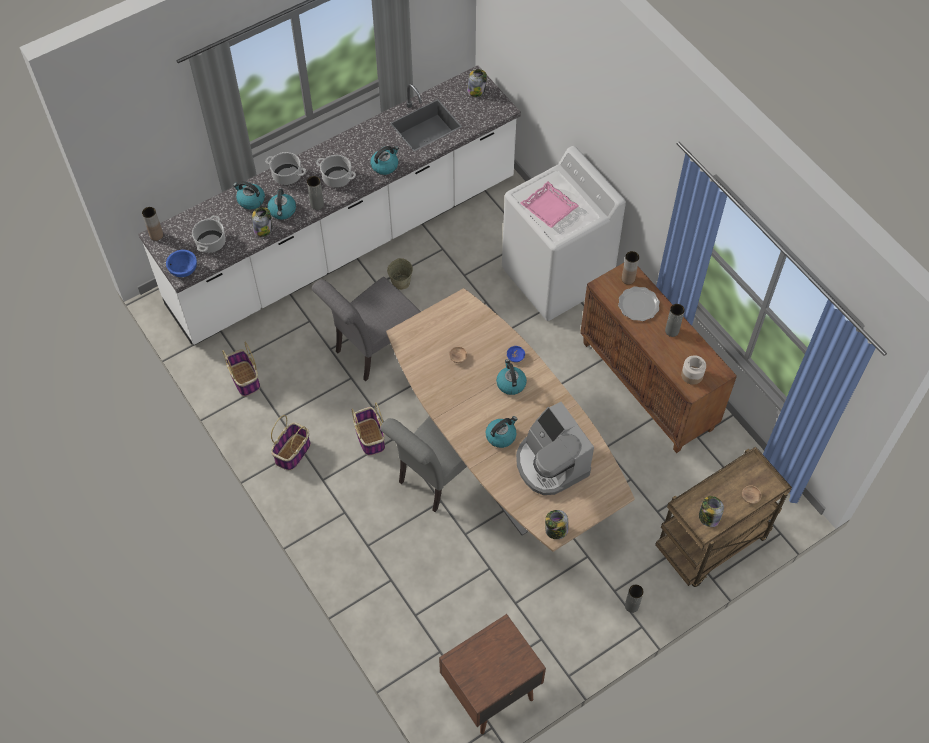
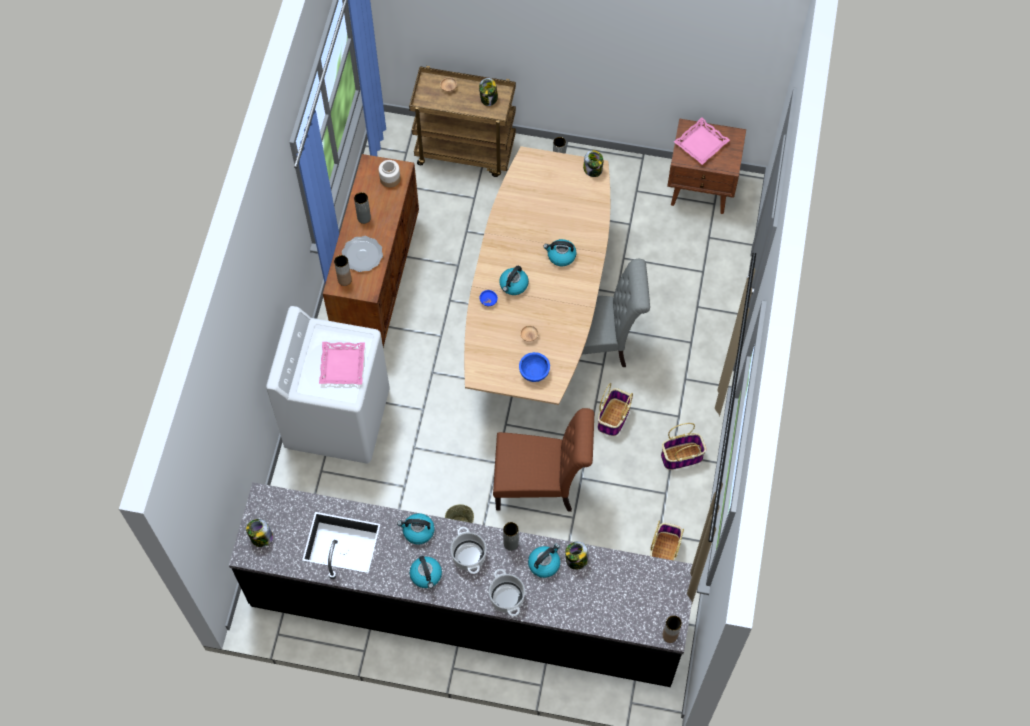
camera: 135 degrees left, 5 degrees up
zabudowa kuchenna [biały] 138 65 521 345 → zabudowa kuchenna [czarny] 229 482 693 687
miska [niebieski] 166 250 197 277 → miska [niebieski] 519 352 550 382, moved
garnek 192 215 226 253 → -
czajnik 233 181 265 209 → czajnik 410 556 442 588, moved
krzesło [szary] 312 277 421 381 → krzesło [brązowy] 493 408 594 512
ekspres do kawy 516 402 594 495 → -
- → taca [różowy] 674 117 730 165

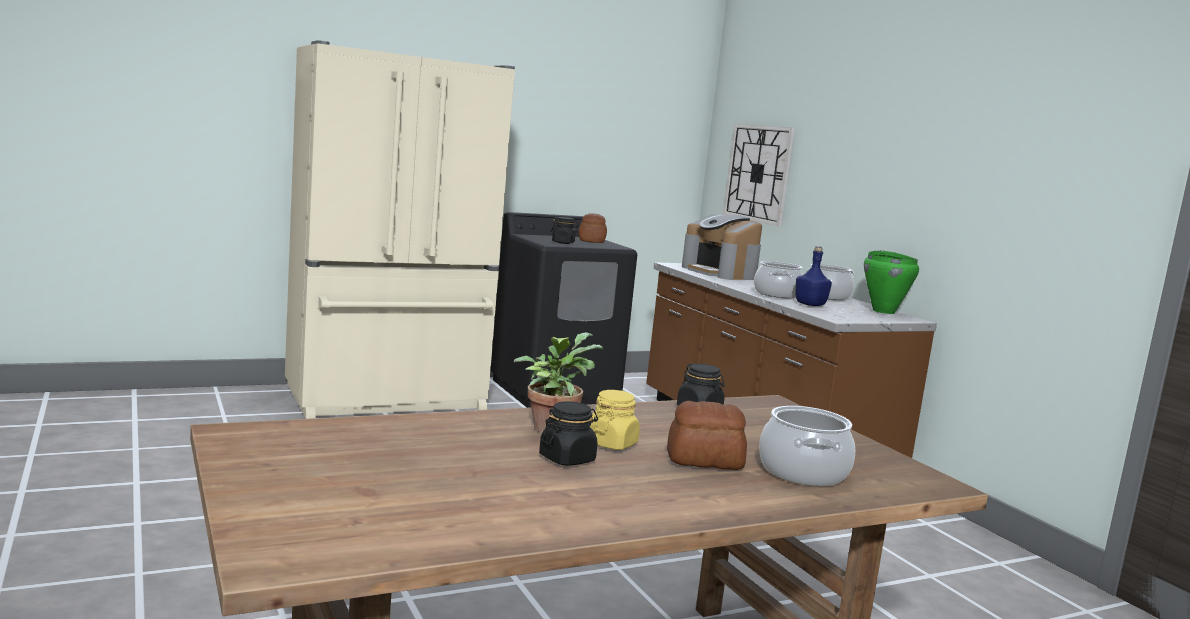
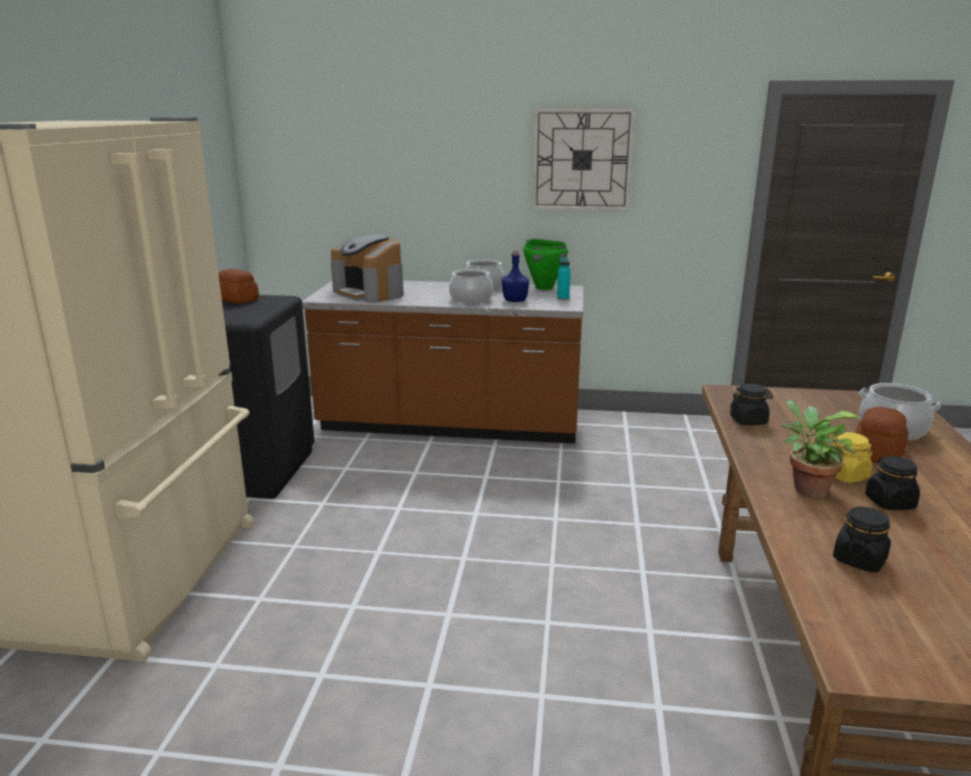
camera: 55 degrees left, 10 degrees up
słoik [czarny] 550 217 579 244 → słoik [czarny] 833 507 891 572, moved
ekspres do kawy 682 214 762 280 → ekspres do kawy 331 235 404 303, 45 degrees clockwise
zegar ścienny 723 124 795 226 → zegar ścienny 533 108 635 211, moved
- → butelka [turkusowy] 557 258 571 300

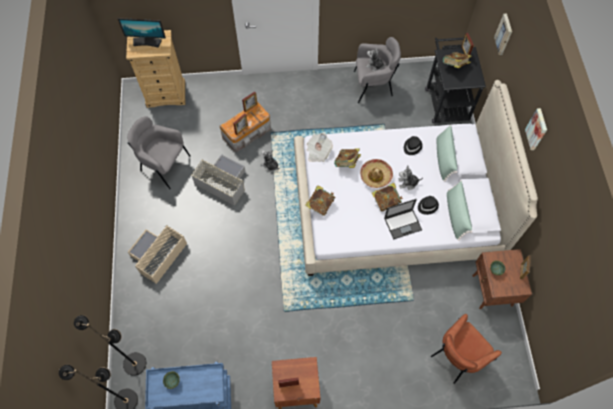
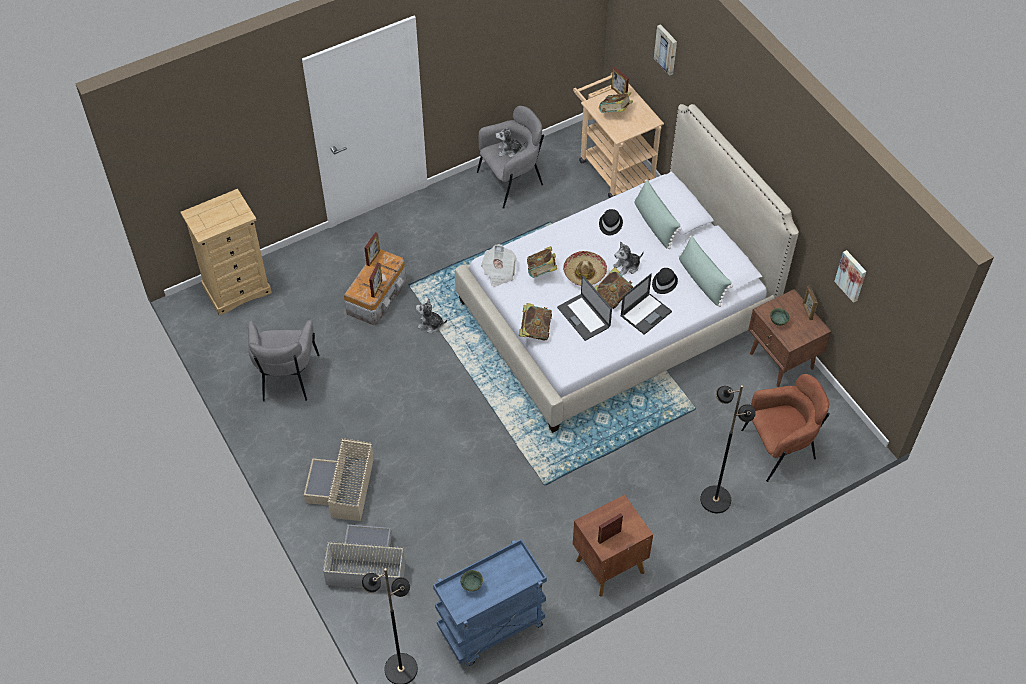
camera: 25 degrees left, 10 degrees down
lampa stojąca [czarny] 74 315 146 376 → lampa stojąca [czarny] 700 385 756 513, moved
monitor 118 18 166 48 → -
fotel [szary] 127 116 190 189 → fotel [szary] 248 320 320 401, 90 degrees counterclockwise
pojemnik do przechowywania [szary] 191 154 245 205 → pojemnik do przechowywania [szary] 323 524 405 590, moved
wózek [czarny] 425 37 486 123 → wózek [beżowy] 573 73 664 198
fotel [brązowy] 431 314 502 384 → fotel [brązowy] 741 374 830 482, 135 degrees counterclockwise
obraz 525 108 547 150 → obraz 834 250 866 303, moved
- → laptop 557 276 612 341

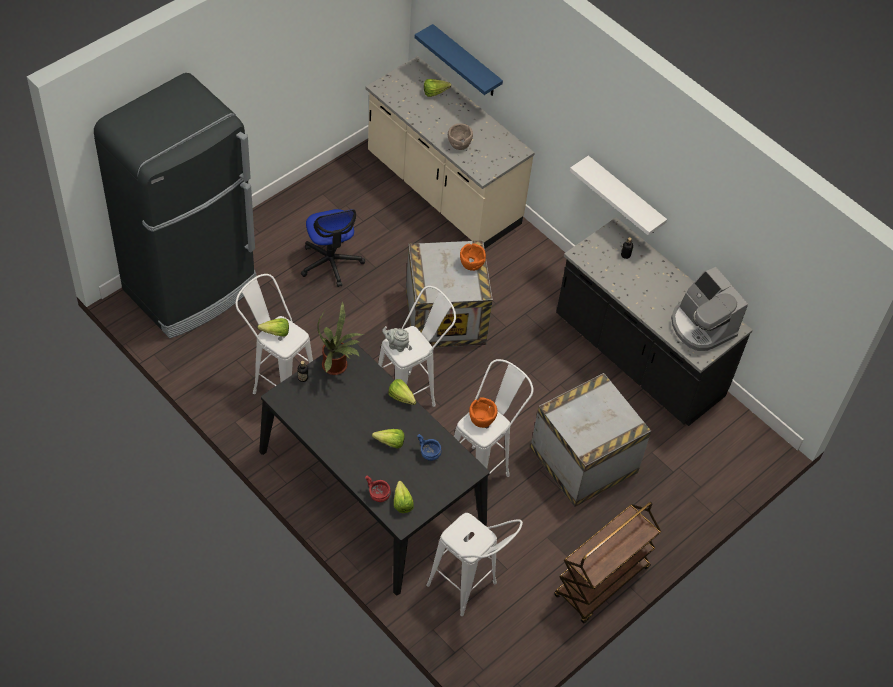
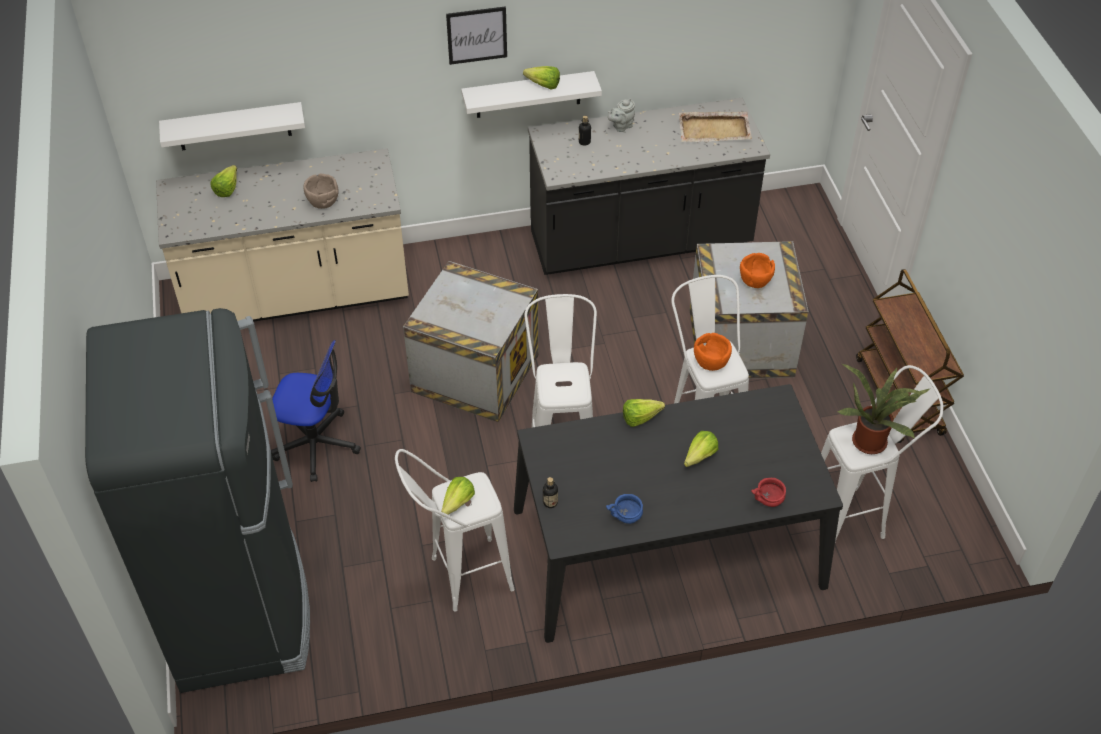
camera: 55 degrees left, 5 degrees down
roślina doniczkowa 317 302 364 375 → roślina doniczkowa 838 364 930 454, moved
imbryk [szary] 382 326 409 352 → imbryk [szary] 608 99 635 132, moved
sałata 394 481 414 513 → sałata 523 66 560 89, moved
półka [niebieski] 415 24 503 96 → półka [biały] 159 102 305 150
miska [niebieski] 417 434 441 461 → miska [niebieski] 606 494 643 524, moved
miska [pomarańczowy] 460 243 486 271 → miska [pomarańczowy] 740 253 775 288, moved
ekspres do kawy 671 267 748 351 → taca [beżowy] 679 112 752 142
- → obraz 446 6 507 65

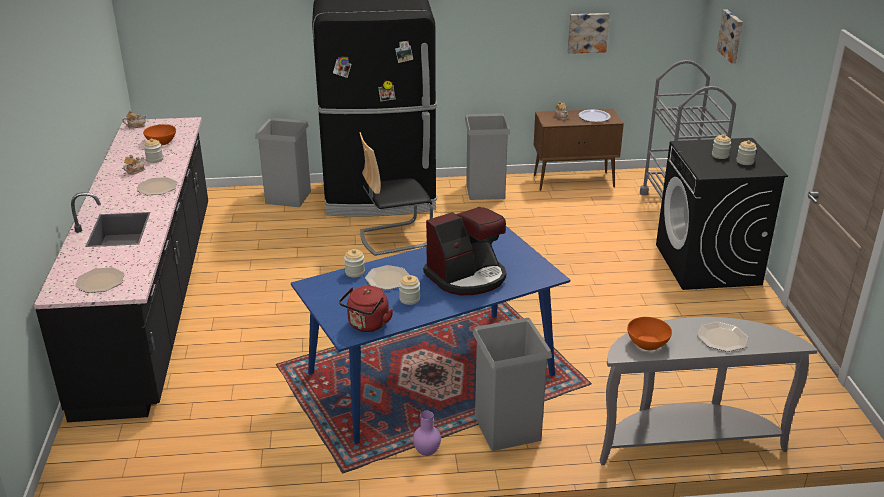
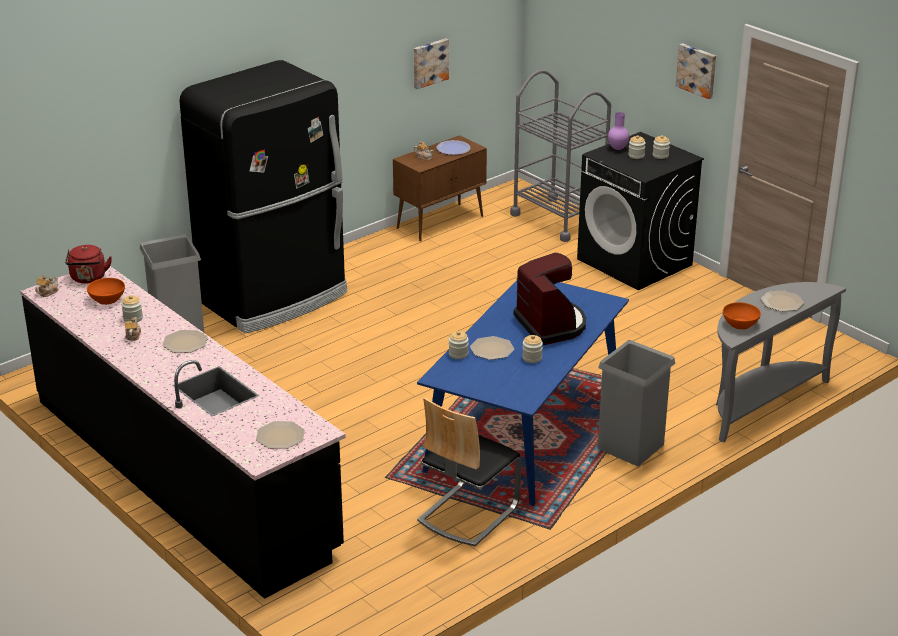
camera: 35 degrees left, 0 degrees up
czajnik [czerwony] 339 286 393 332 → czajnik [czerwony] 65 245 112 283, moved
krzesło 359 132 433 256 → krzesło 417 397 521 546, moved
wazon [fioletowy] 413 411 441 456 → wazon [fioletowy] 608 112 629 150, moved
ekspres do kawy 423 207 506 295 → ekspres do kawy 513 253 586 345, 45 degrees counterclockwise
kosz na śmieci [szary] 465 113 510 200 → -
obraz 717 10 743 63 → obraz 676 43 716 99, moved

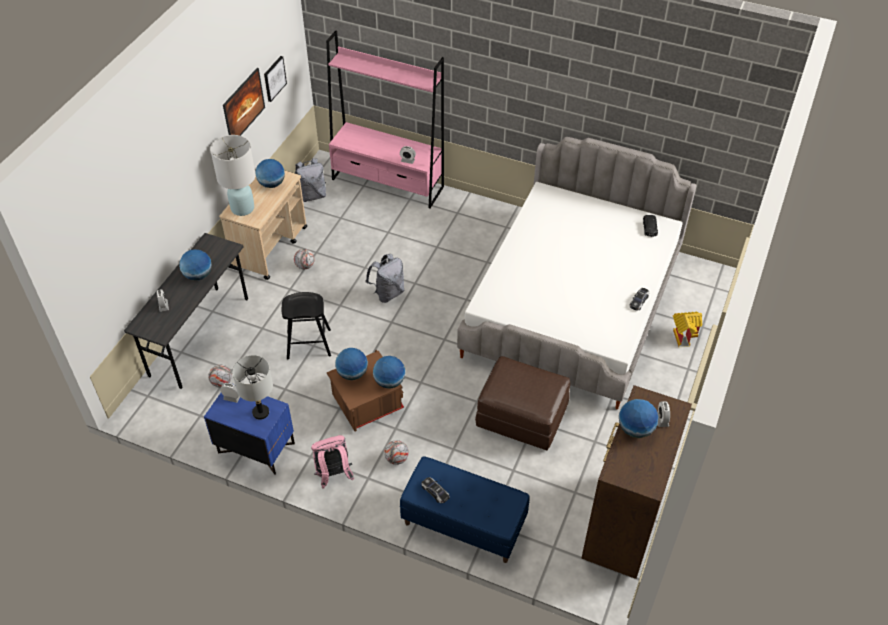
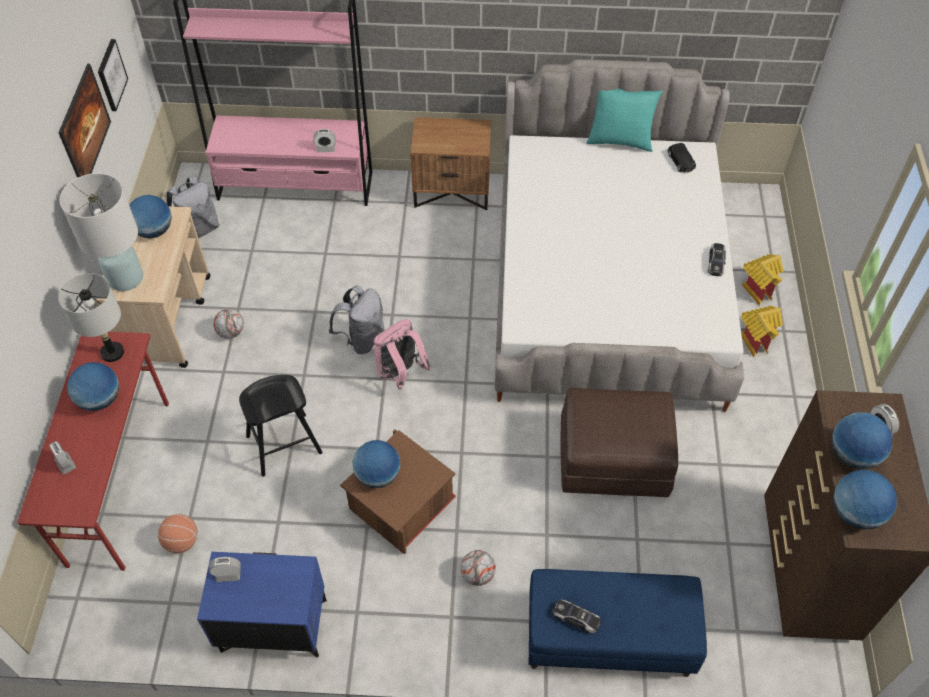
camera: 20 degrees left, 5 degrees up
biurko [szary] 124 233 248 389 → biurko [czerwony] 17 332 169 571
piłka futbolowa 208 365 232 387 → piłka do koszykówki 158 514 197 553
lampa stołowa [szary] 232 355 273 420 → lampa stołowa [szary] 58 273 124 362, moved
plecak [różowy] 311 435 354 489 → plecak [różowy] 374 319 432 390, moved
globus 373 356 406 388 → globus 833 470 897 529, moved
- → szafka nocna [brązowy] 410 117 491 211
- → poduszka [turkusowy] 586 88 663 152
- → domek 741 306 783 358

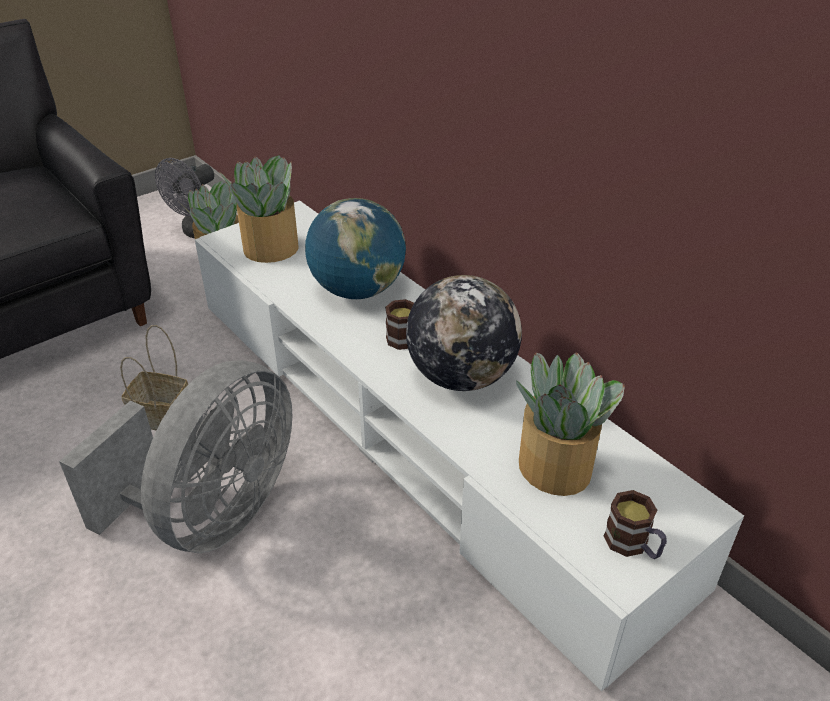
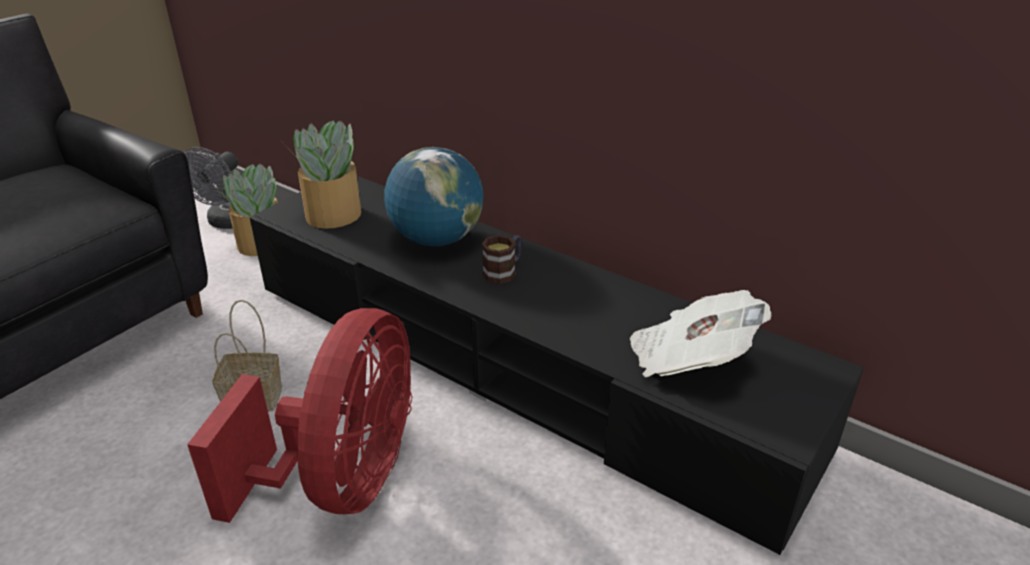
camera: 15 degrees left, 5 degrees down
wentylator [szary] 59 360 292 553 → wentylator [czerwony] 187 308 412 523
szafka pod telewizor [biały] 195 200 744 691 → szafka pod telewizor [czarny] 250 176 864 555
globus 406 275 522 391 → -
roślina doniczkowa 516 353 625 496 → gazeta 630 290 771 377
kubek 604 490 667 559 → -

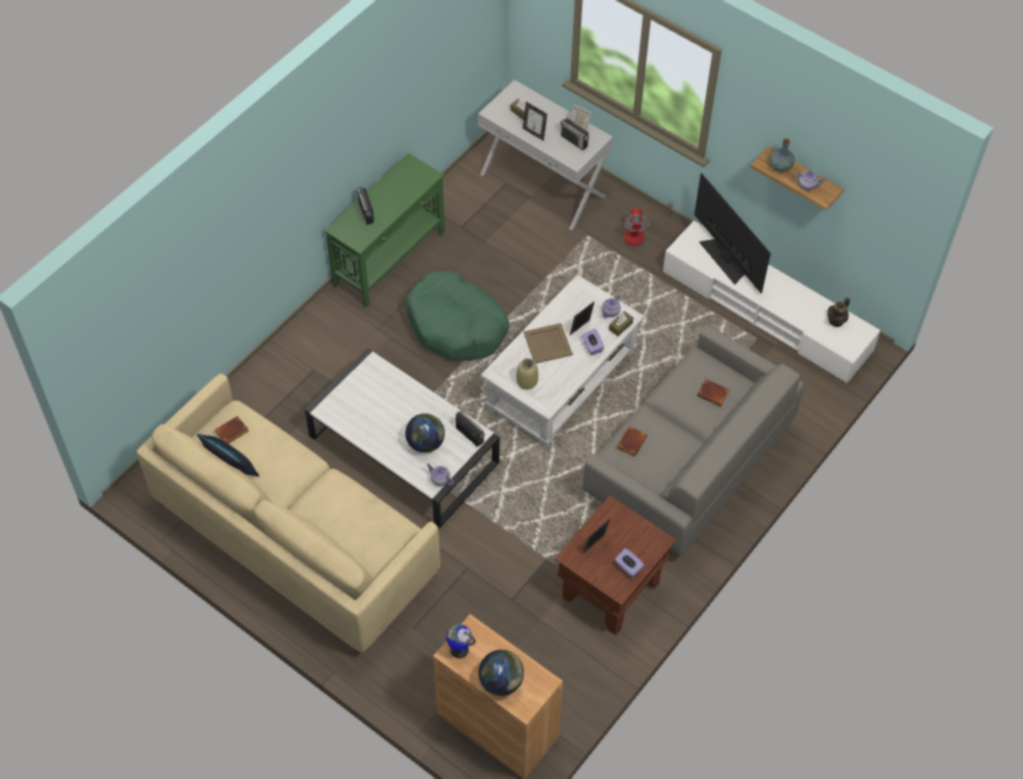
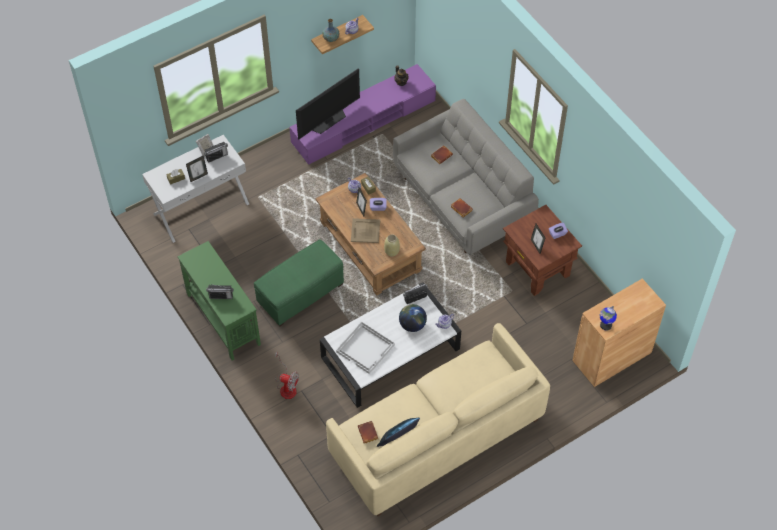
camera: 70 degrees left, 0 degrees up
legowisko [zielony] 406 271 509 361 → pufa [zielony] 254 239 344 326
globus 479 650 524 696 → -
ława [biały] 481 274 644 448 → ława [brązowy] 315 173 426 296
wentylator 623 201 674 246 → wentylator 275 352 299 399, moved
szafka pod telewizor [biały] 663 221 880 383 → szafka pod telewizor [fioletowy] 289 64 436 165
telewizor 694 173 771 293 → telewizor 296 68 360 139, 150 degrees clockwise
- → taca [biały] 336 322 395 374

